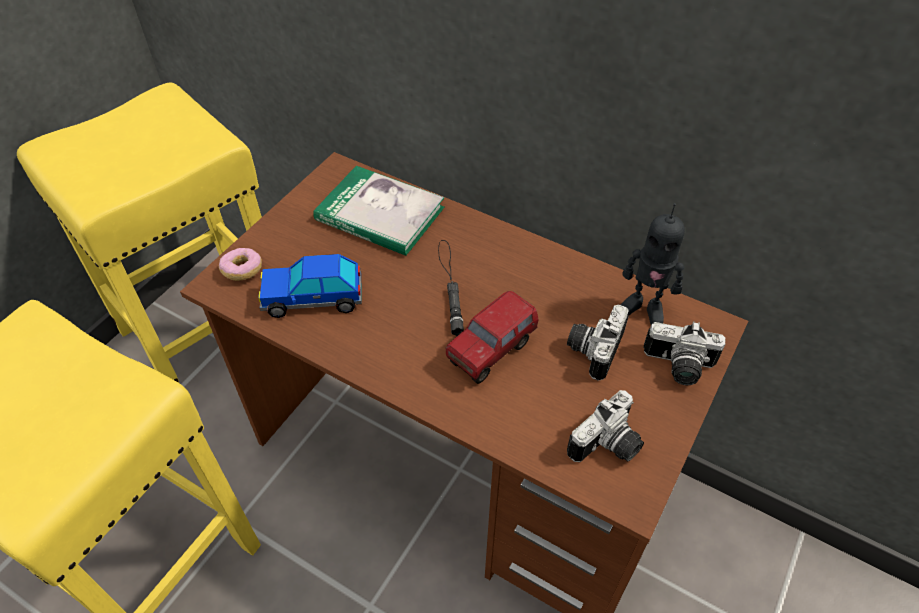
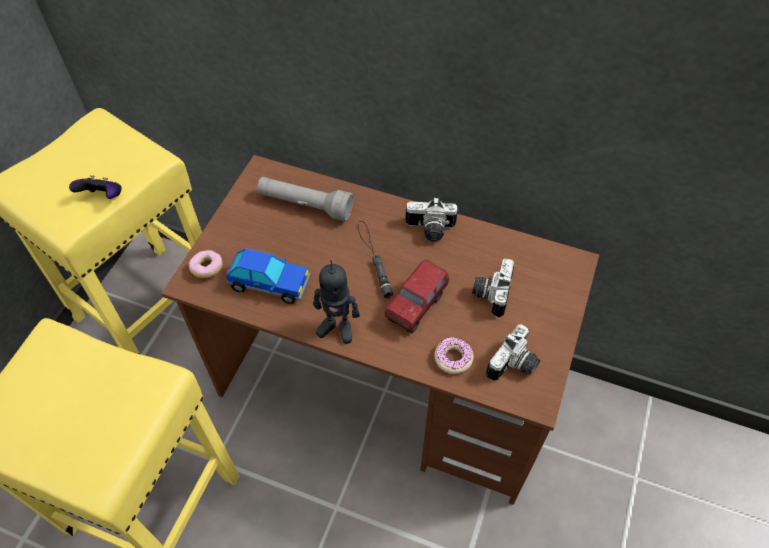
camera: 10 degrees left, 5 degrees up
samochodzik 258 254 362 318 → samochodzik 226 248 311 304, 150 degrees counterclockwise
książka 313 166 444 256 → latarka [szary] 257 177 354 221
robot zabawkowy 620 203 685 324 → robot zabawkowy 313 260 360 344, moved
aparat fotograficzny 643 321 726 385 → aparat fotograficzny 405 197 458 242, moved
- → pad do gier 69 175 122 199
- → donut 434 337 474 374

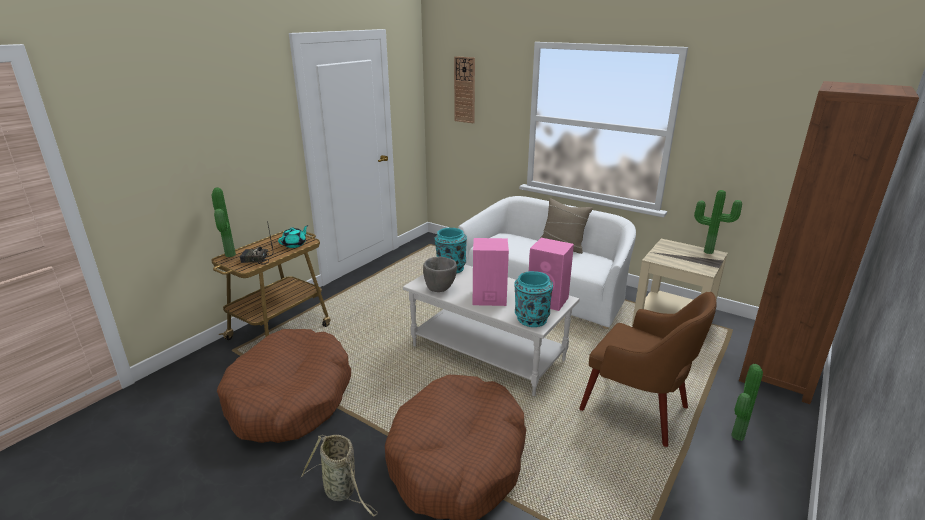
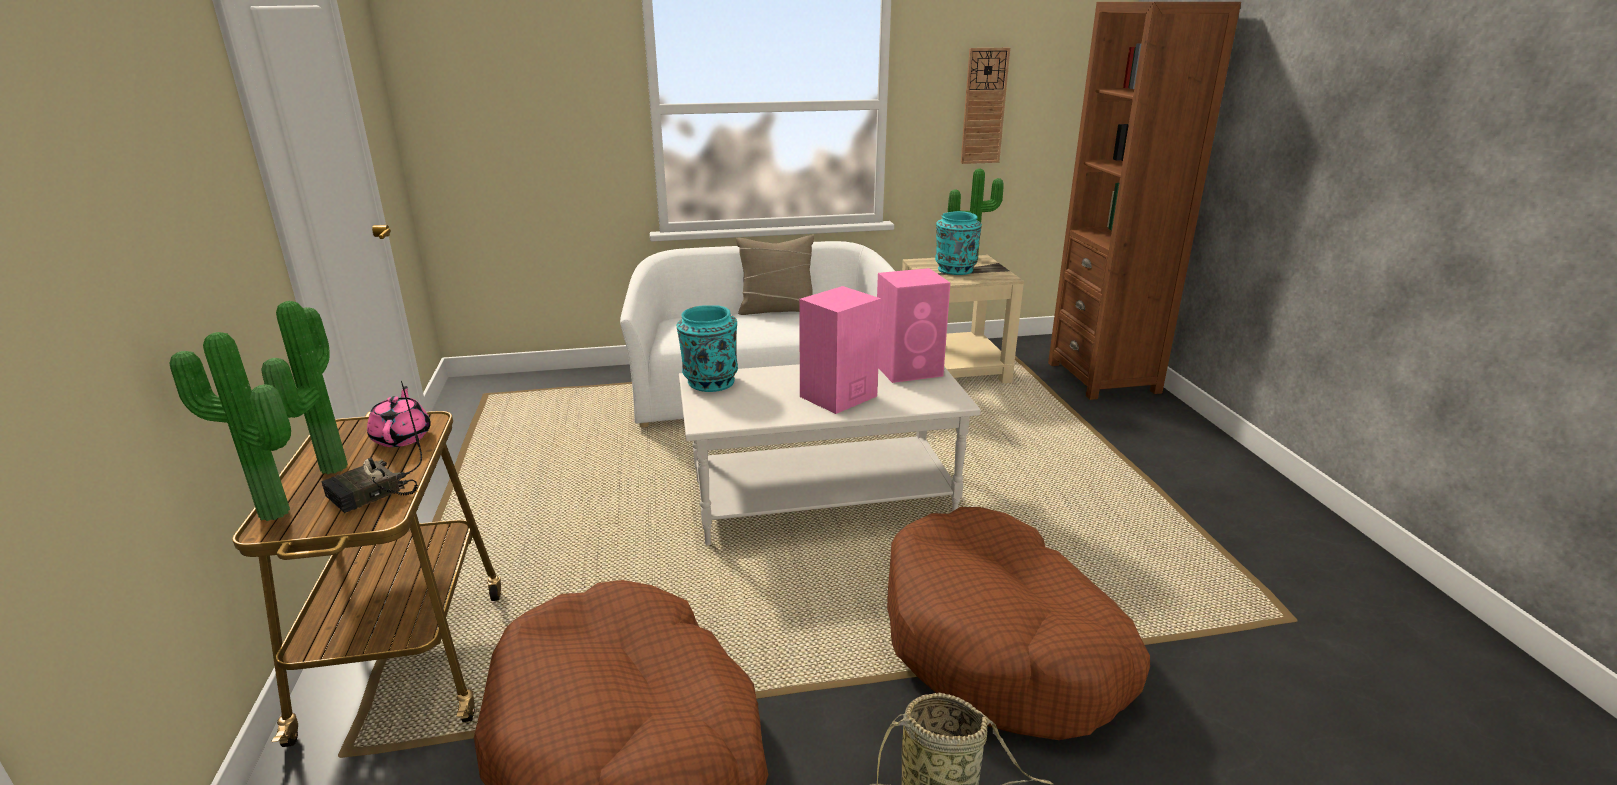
camera: 45 degrees left, 0 degrees up
imbryk [turkusowy] 278 225 308 248 → imbryk [różowy] 367 386 431 447
miska [szary] 423 257 457 292 → -
zegar ścienny 454 56 475 123 → zegar ścienny 961 48 1010 164, moved
wazon [turkusowy] 514 271 553 327 → wazon [turkusowy] 935 211 982 275, moved
fotel [brązowy] 579 292 717 447 → -
roślina doniczkowa 731 364 763 441 → roślina doniczkowa 262 301 348 474, moved

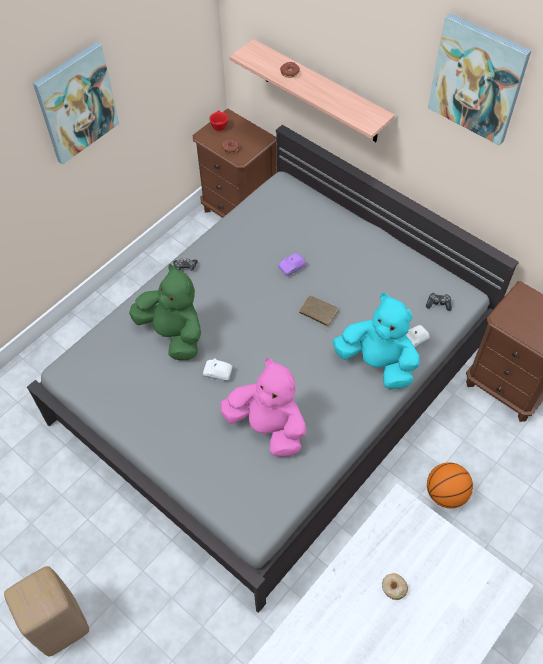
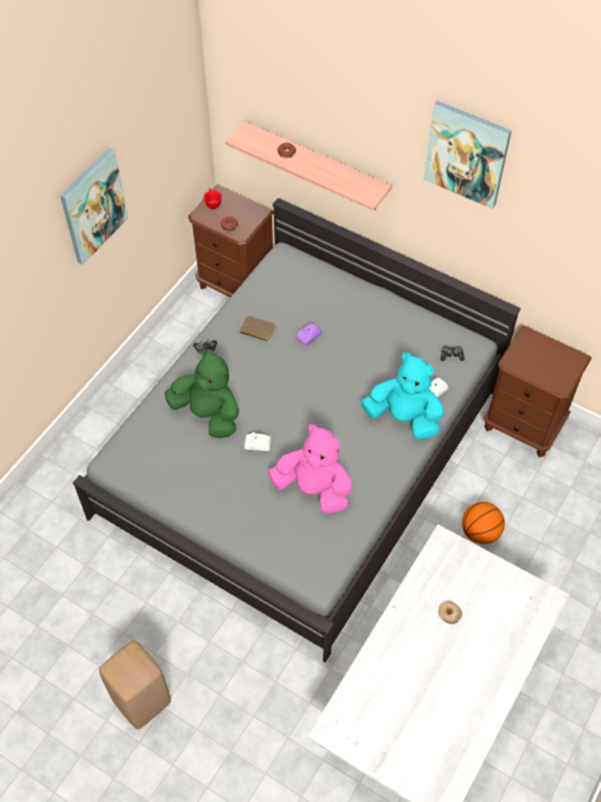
camera: 10 degrees left, 0 degrees up
książka [brązowy] 299 295 339 330 → książka [brązowy] 240 315 276 344, moved

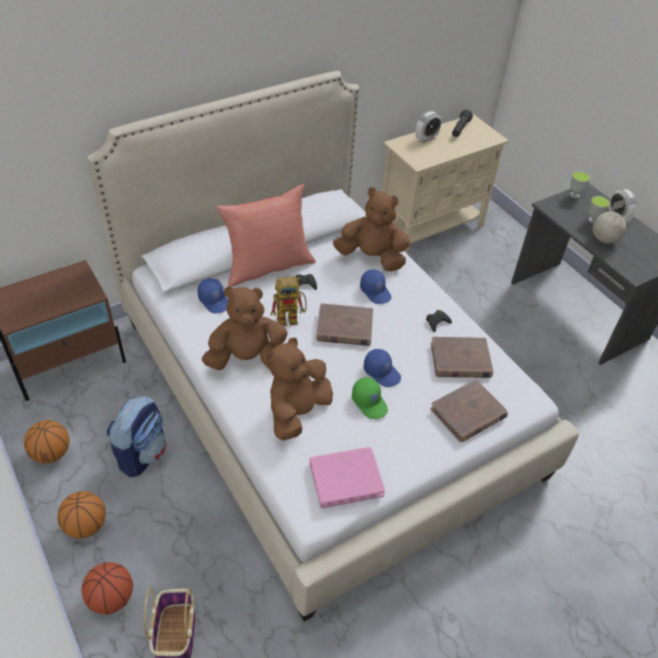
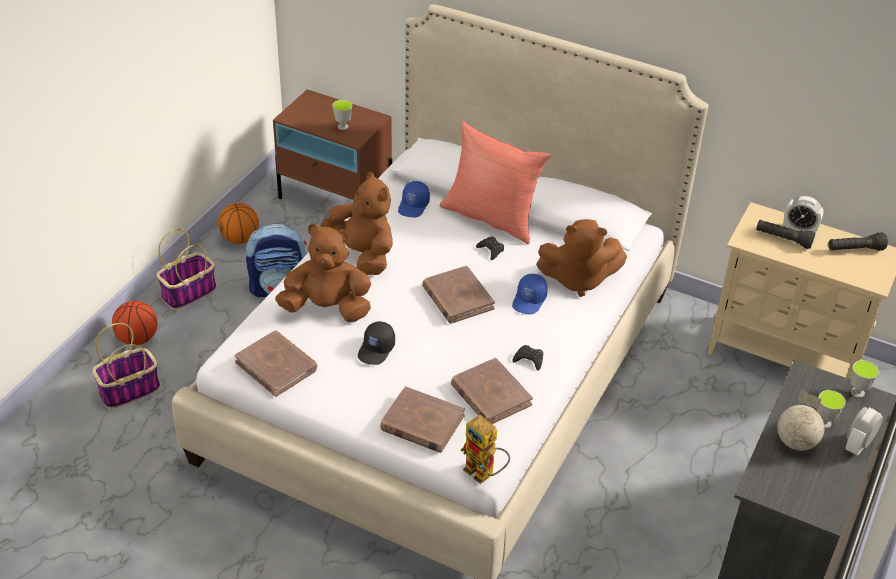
camera: 60 degrees right, 5 degrees down
piłka do koszykówki 58 491 106 539 → koszyk 157 229 216 310
robot zabawkowy 271 276 307 326 → robot zabawkowy 460 415 510 484, moved
książka [różowy] 309 447 385 508 → książka [brązowy] 234 330 317 397
pluszak [brązowy] 333 188 410 272 → pluszak [brązowy] 536 219 627 297, 105 degrees clockwise
czapka z daszkiem [zielony] 352 377 388 419 → czapka z daszkiem [czarny] 358 321 395 365
czapka z daszkiem [niebieski] 364 349 401 387 → -
- → filiżanka 332 100 352 130
- → latarka [czarny] 756 220 815 249

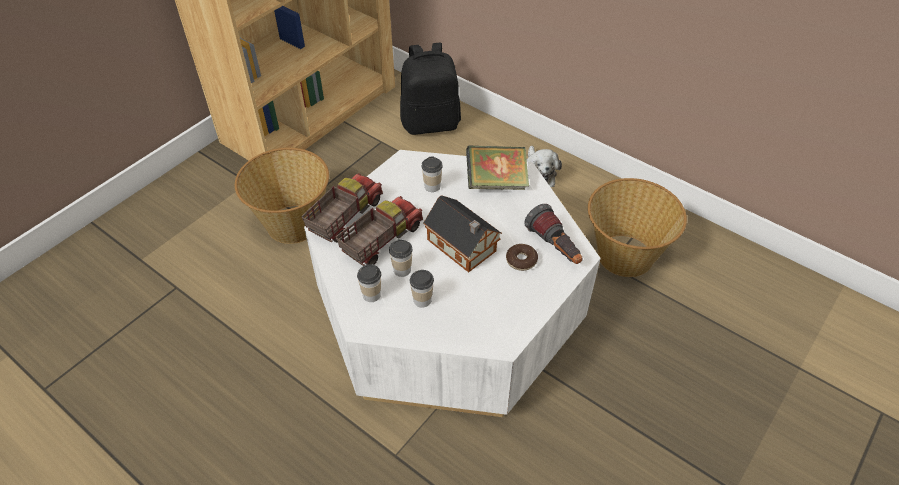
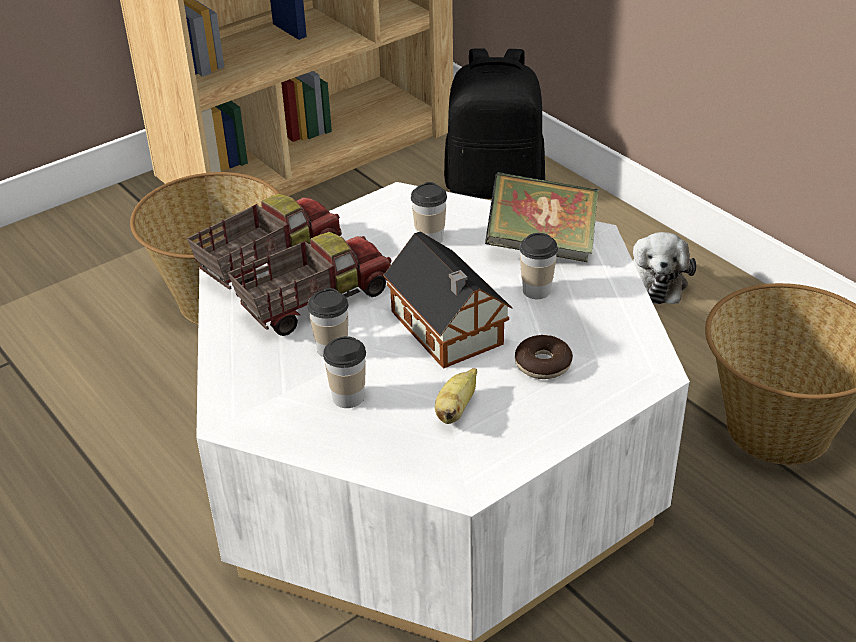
camera: 15 degrees right, 10 degrees down
filiżanka 357 264 381 302 → filiżanka 519 233 558 299, moved
latarka 524 204 582 264 → -
- → banan 435 368 477 424

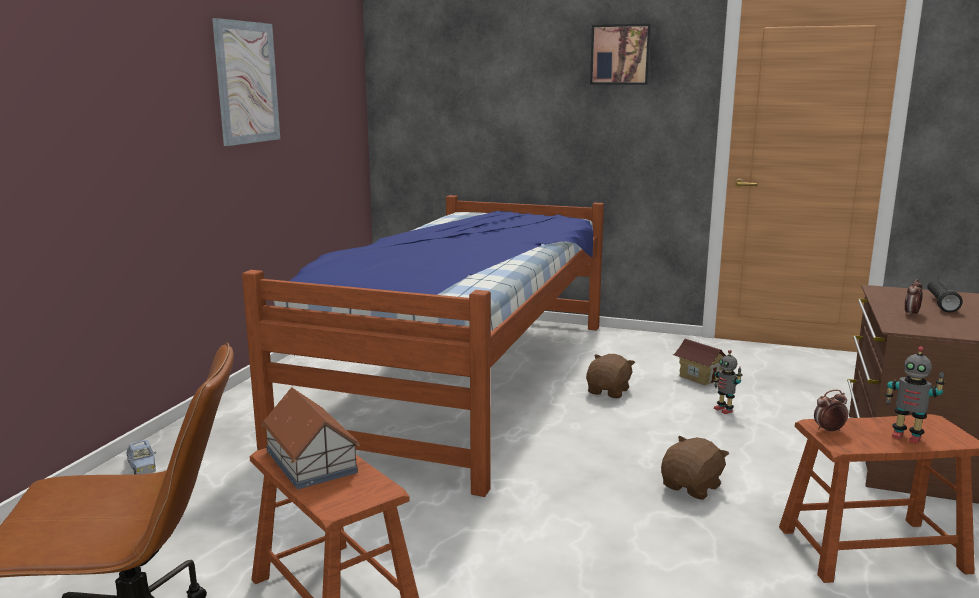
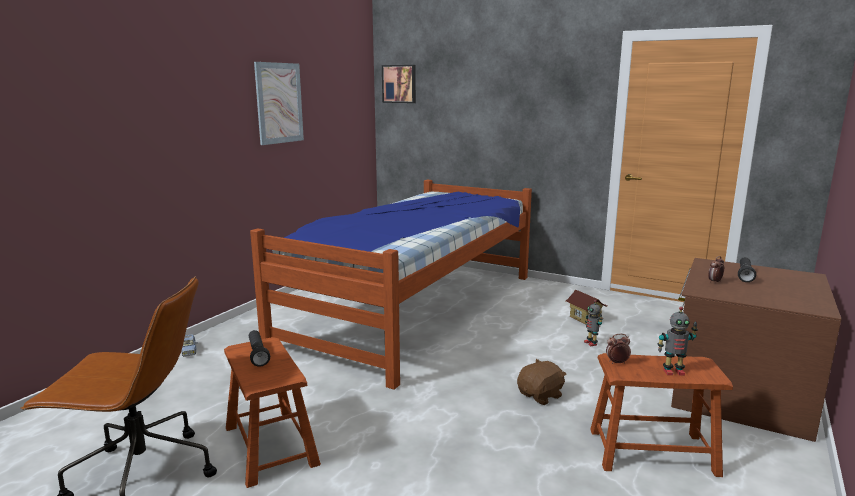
camera: 10 degrees right, 0 degrees up
domek 261 387 360 489 → latarka [czarny] 249 330 270 367
pluszak [brązowy] 586 354 635 398 → -
obraz 590 24 651 85 → obraz 382 65 416 103, moved
robot zabawkowy 885 346 945 444 → robot zabawkowy 658 307 698 376, 45 degrees counterclockwise

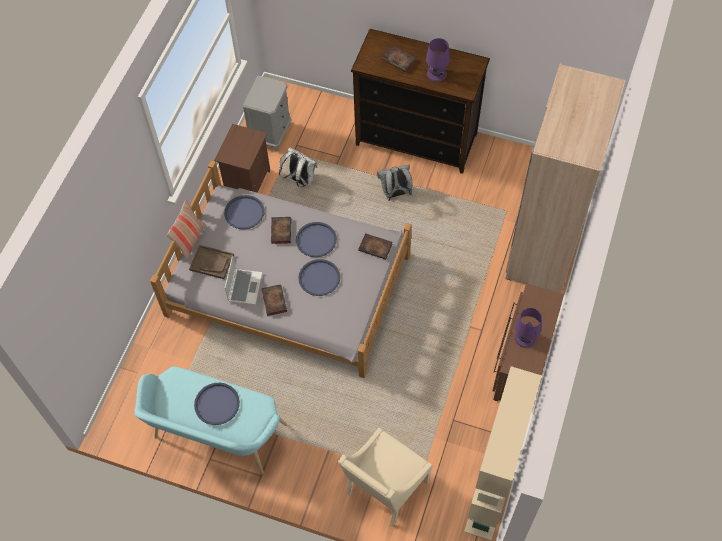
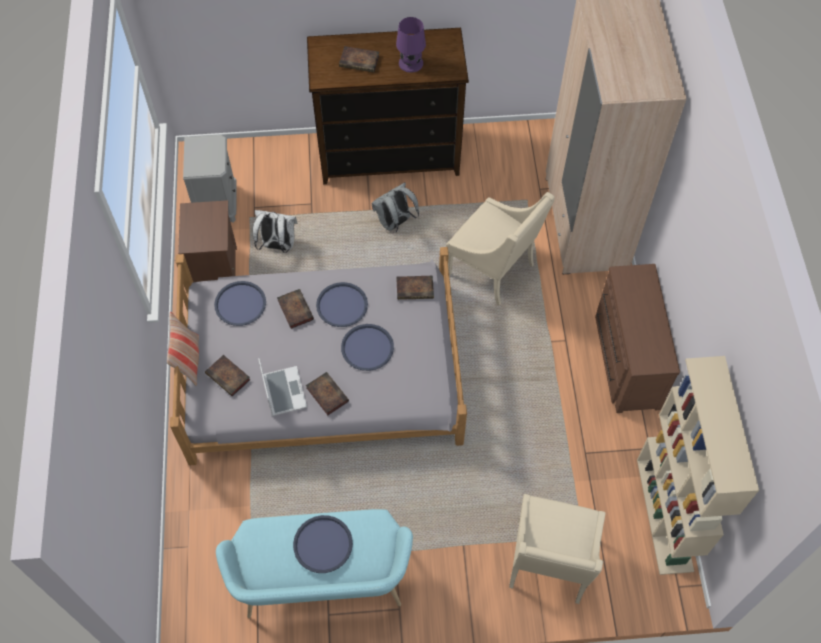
camera: 25 degrees left, 0 degrees up
taca [brązowy] 189 245 234 279 → książka 205 355 251 396
lampa stołowa [fioletowy] 515 308 542 348 → -
- → fotel [beżowy] 446 192 555 306

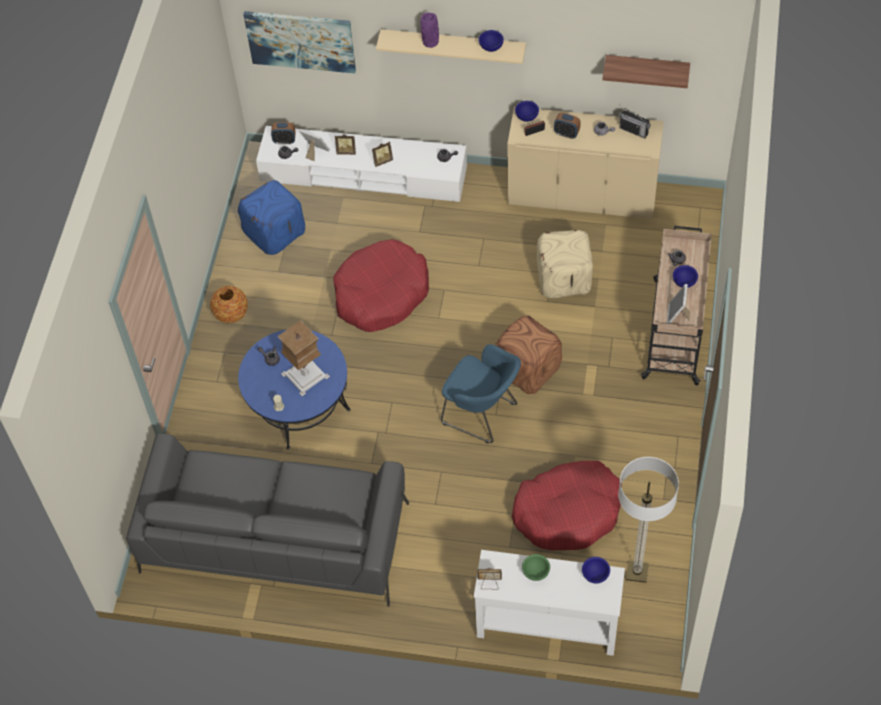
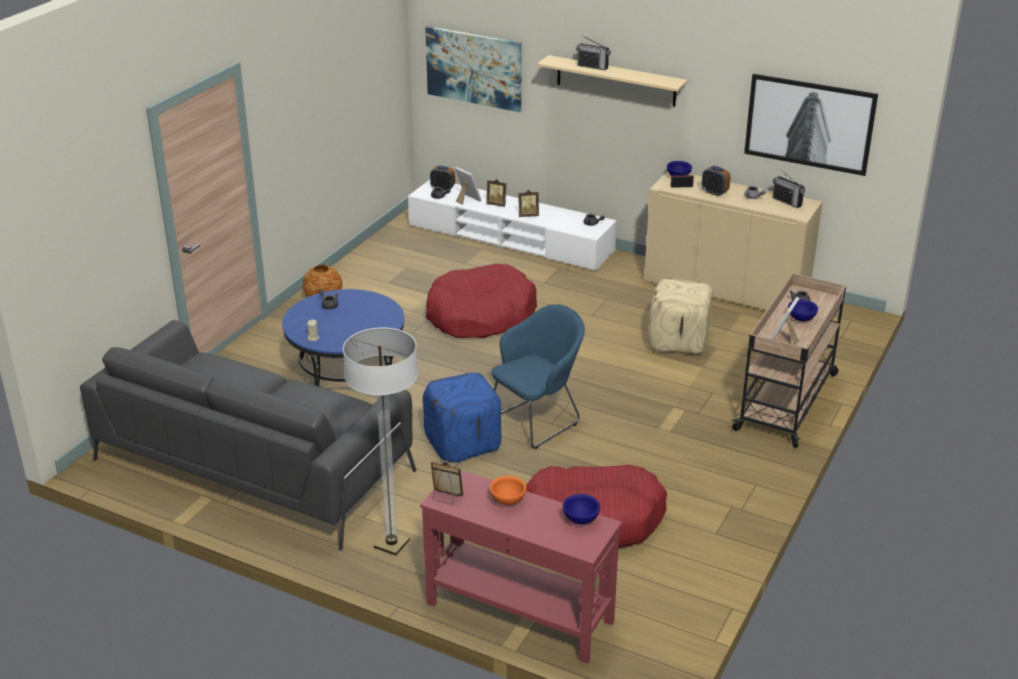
camera: 15 degrees right, 25 degrees down
pufa [niebieski] 238 180 305 255 → pufa [niebieski] 423 373 501 463, moved
lampa stołowa 278 320 330 396 → -
wazon [fioletowy] 421 12 439 48 → radio 576 36 611 71
fotel [niebieski] 441 344 521 443 → fotel [niebieski] 492 304 585 450, 90 degrees counterclockwise
stolik konsolowy [biały] 474 550 625 656 → stolik konsolowy [czerwony] 420 470 622 664
miska [niebieski] 479 30 504 52 → -
pufa [brązowy] 495 316 562 394 → -
miska [zielony] 522 554 550 581 → miska [pomarańczowy] 490 476 526 505
półka 602 55 690 88 → obraz 744 74 878 176
lampa stojąca 618 457 679 583 → lampa stojąca 343 327 418 555, moved

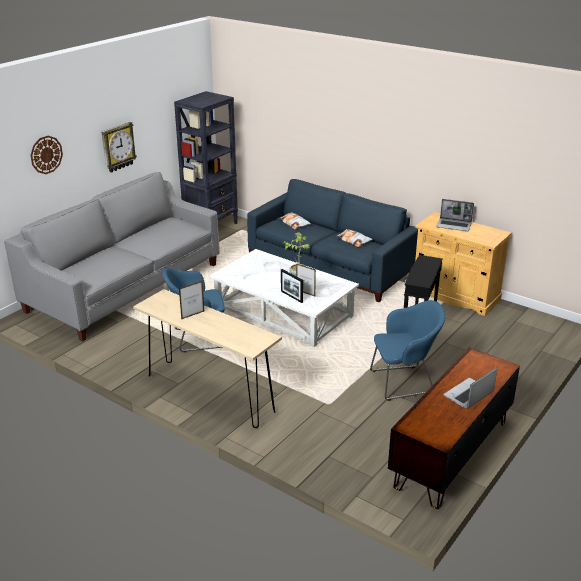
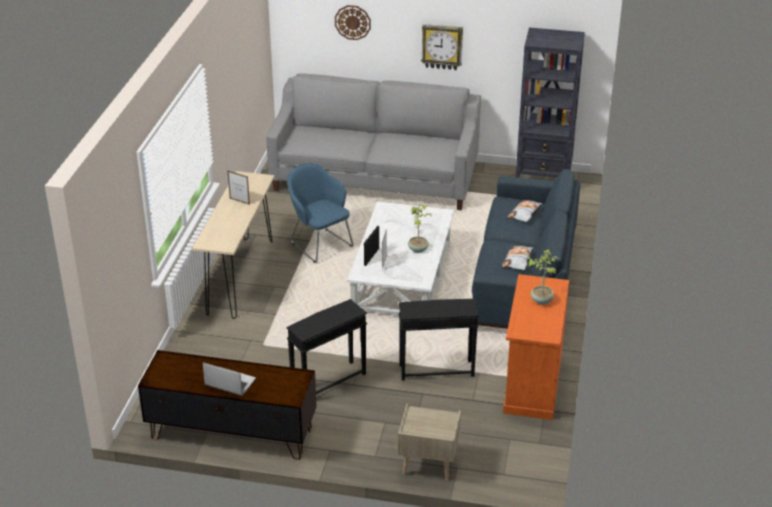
camera: 65 degrees right, 5 degrees up
fotel [niebieski] 370 300 445 401 → stolik [czarny] 286 299 367 394
szafka [beżowy] 415 212 512 316 → szafka [pomarańczowy] 503 274 569 420
laptop 436 199 474 231 → roślina doniczkowa 527 250 559 305
- → szafka nocna [beżowy] 398 403 461 481

